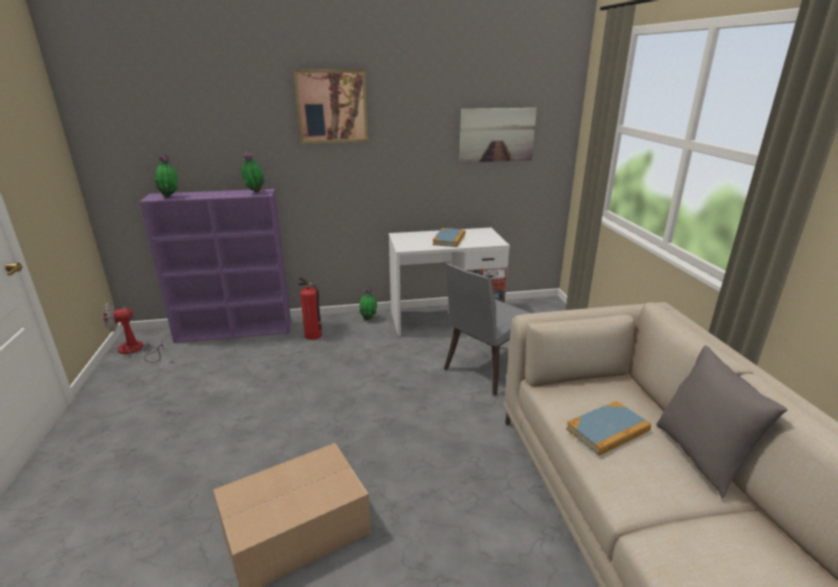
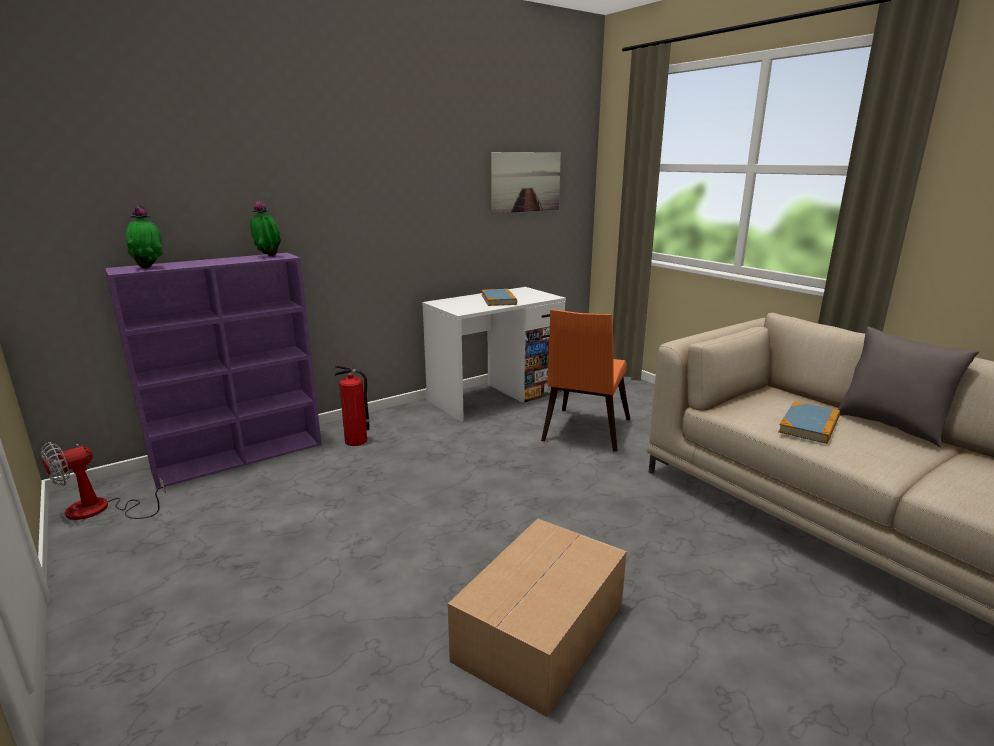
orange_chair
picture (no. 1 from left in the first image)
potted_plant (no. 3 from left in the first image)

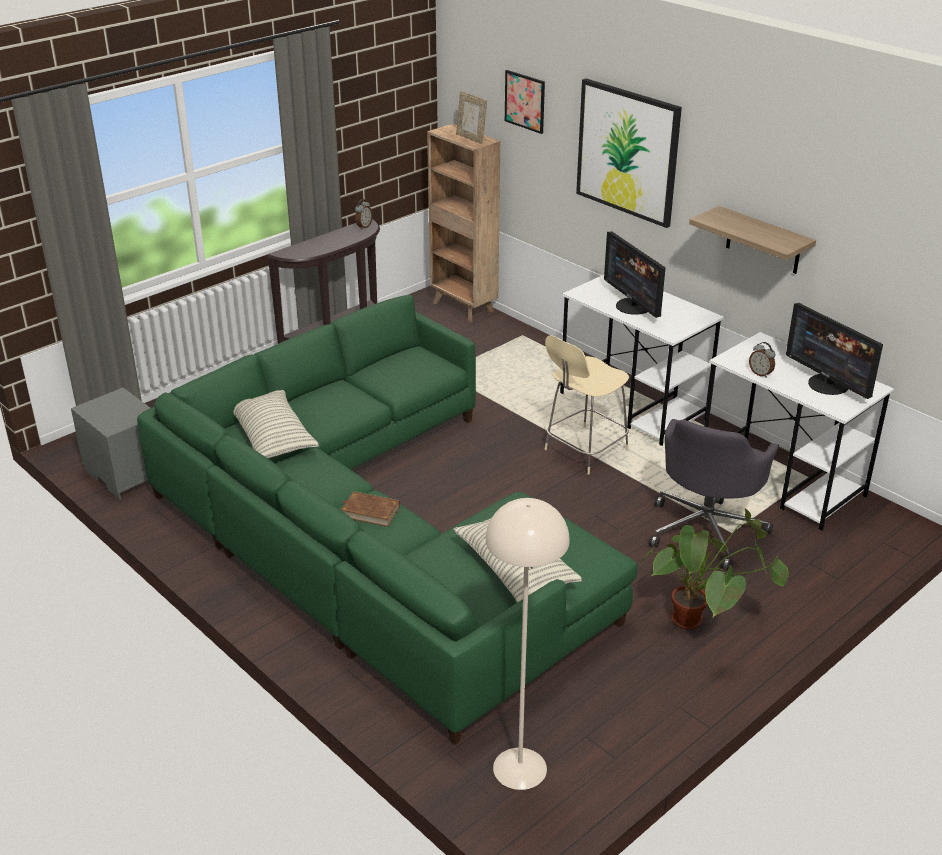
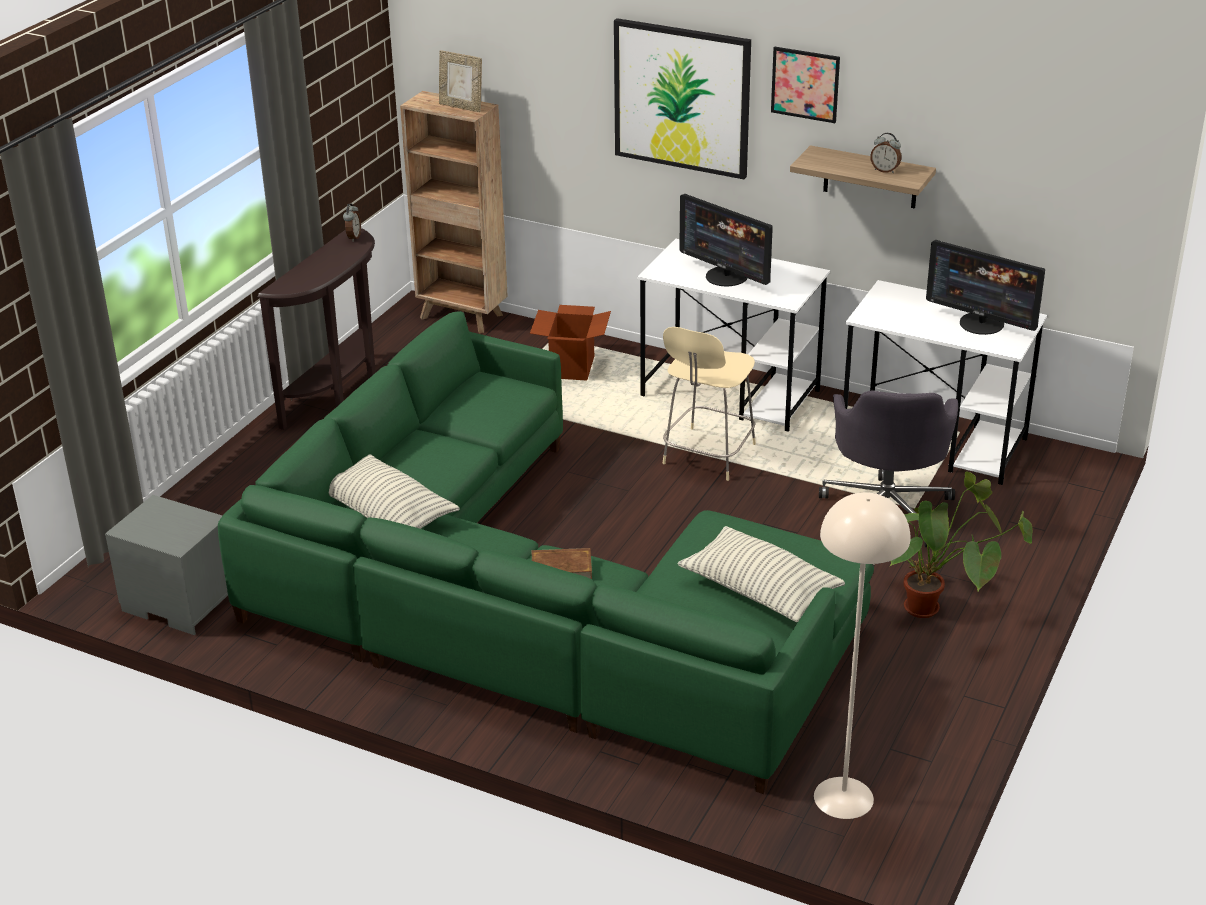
cardboard_box
picture (no. 2 from left)
alarm_clock (no. 2 from left)

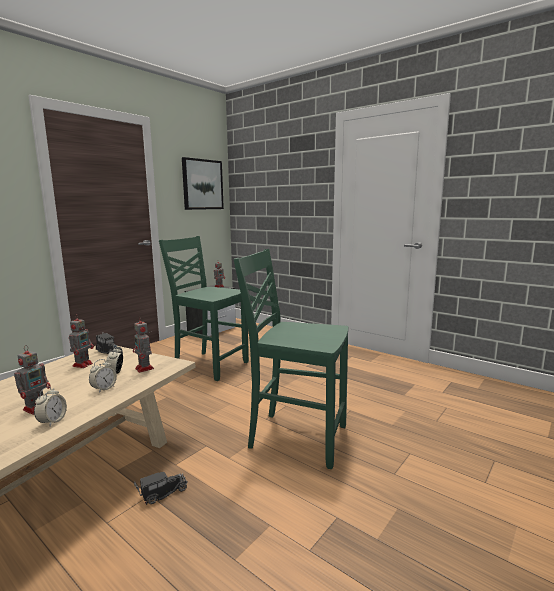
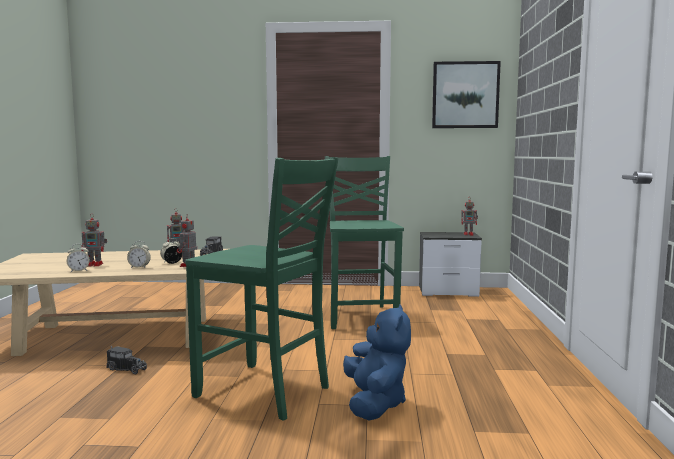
green_chair (no. 1 from left)
blue_plush_toy

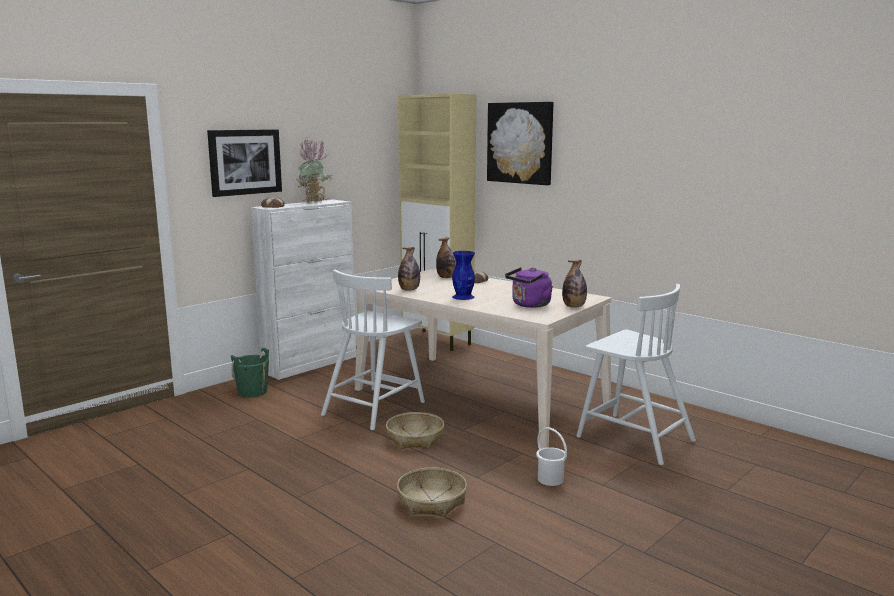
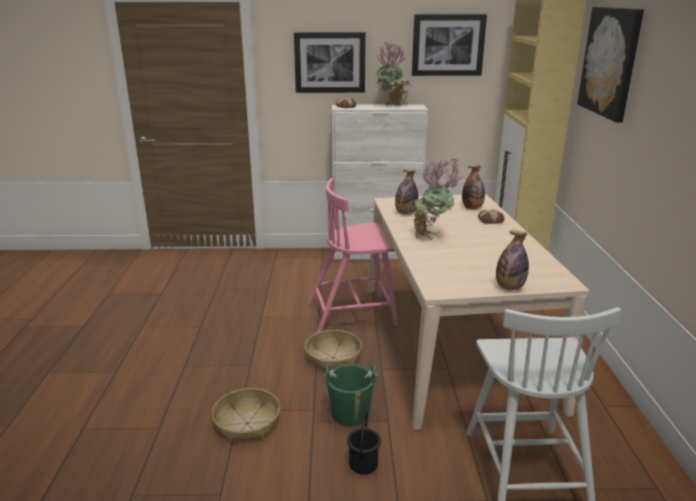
pink_chair
green_bucket
black_bucket
potted_plant (no. 2 from left)
picture (no. 2 from left)
purple_kettle

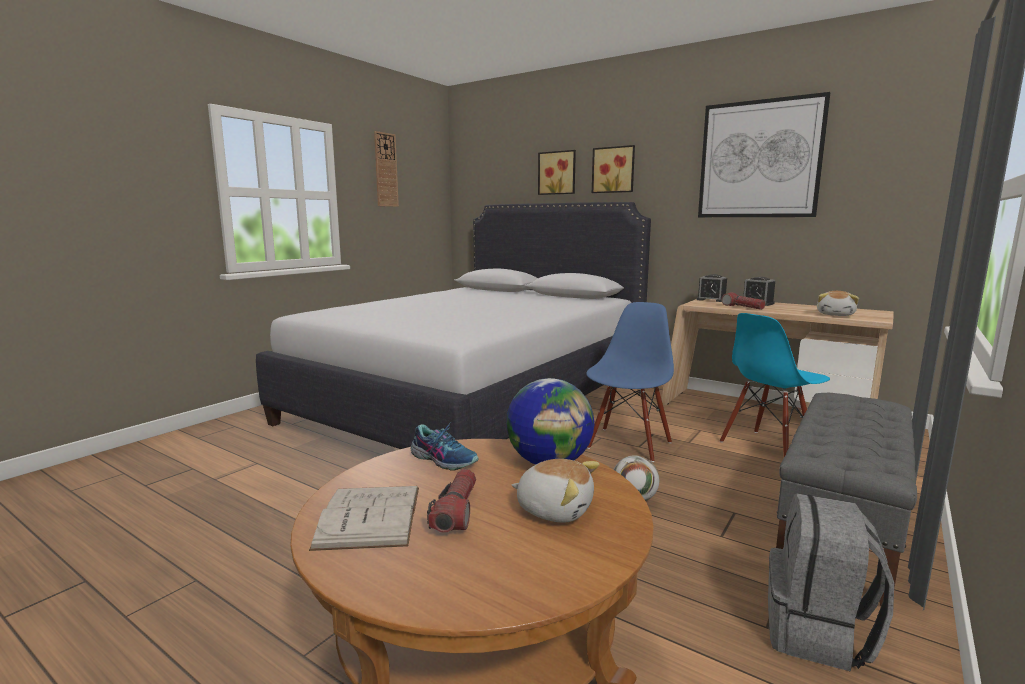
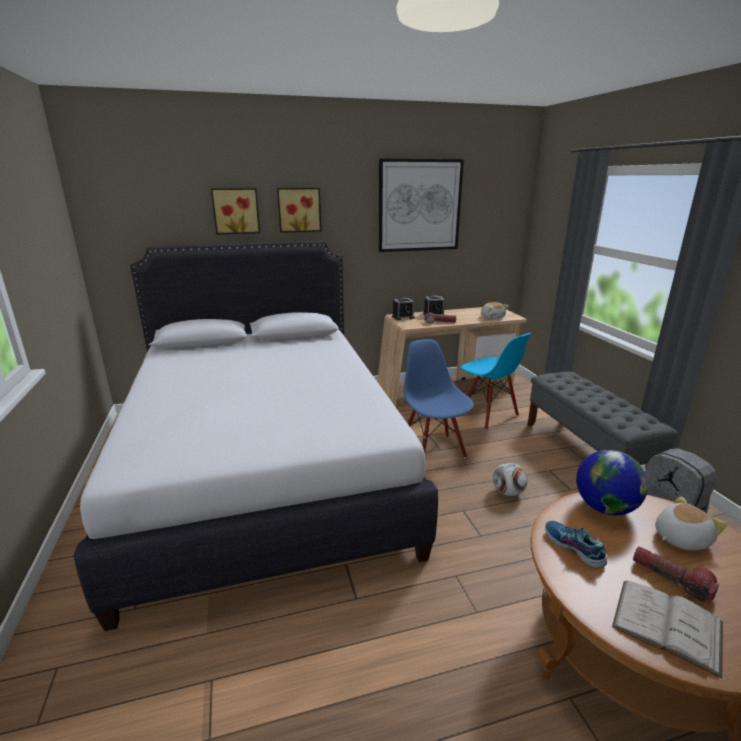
blue_chair (no. 2 from left)
shoe
wall_clock

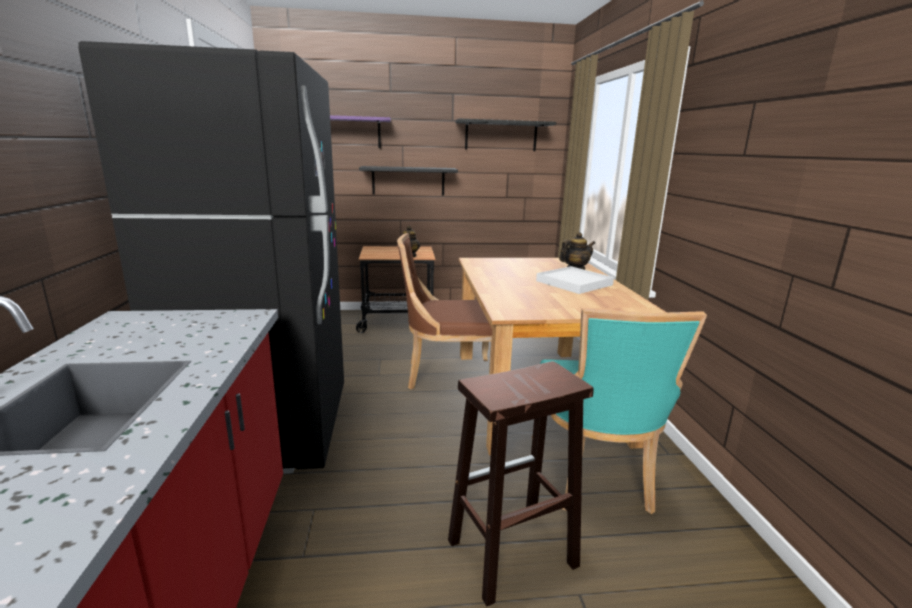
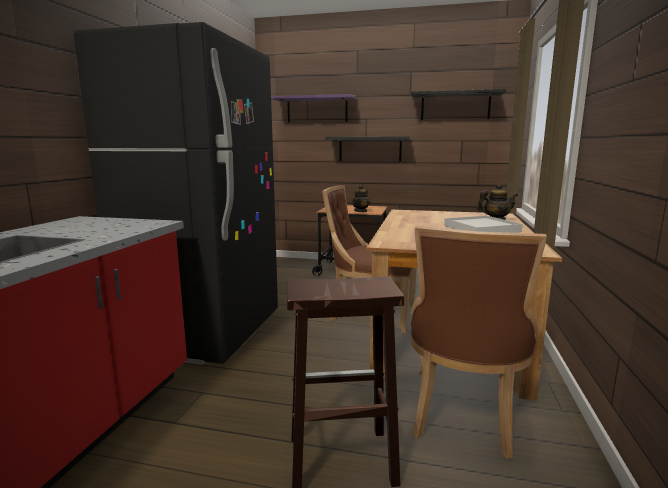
brown_chair (no. 2 from left)

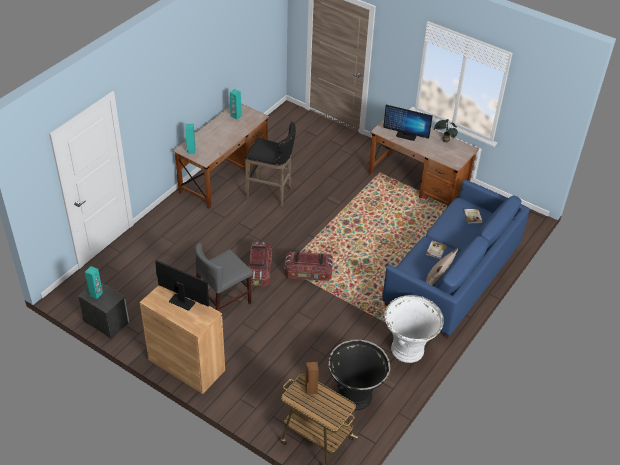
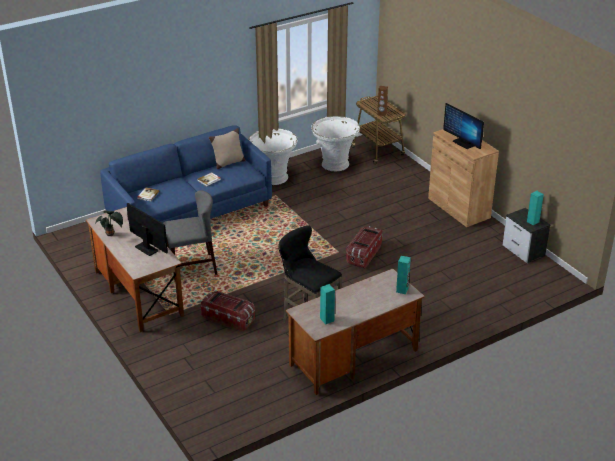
grey_chair
storage_box (no. 1 from left)
white_planter (no. 2 from left)

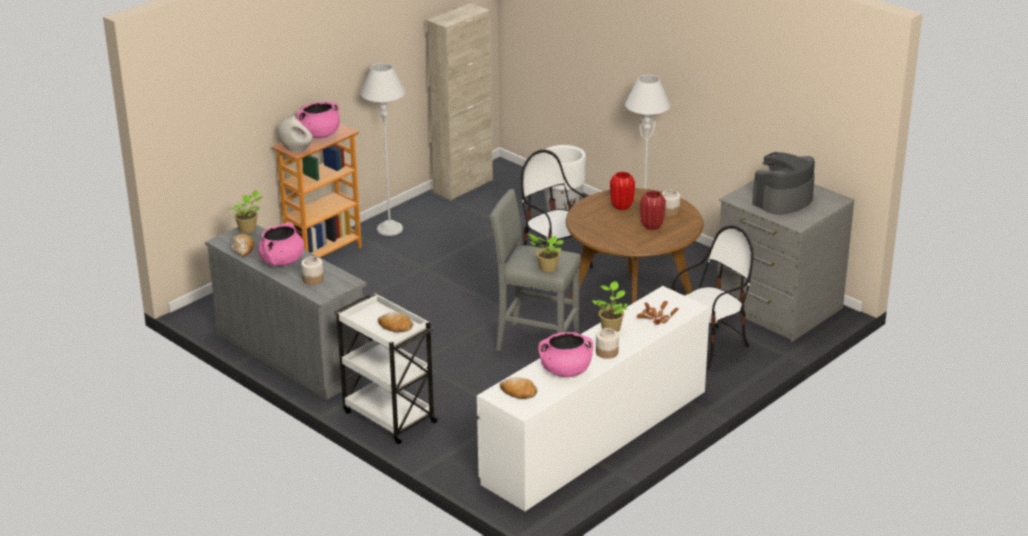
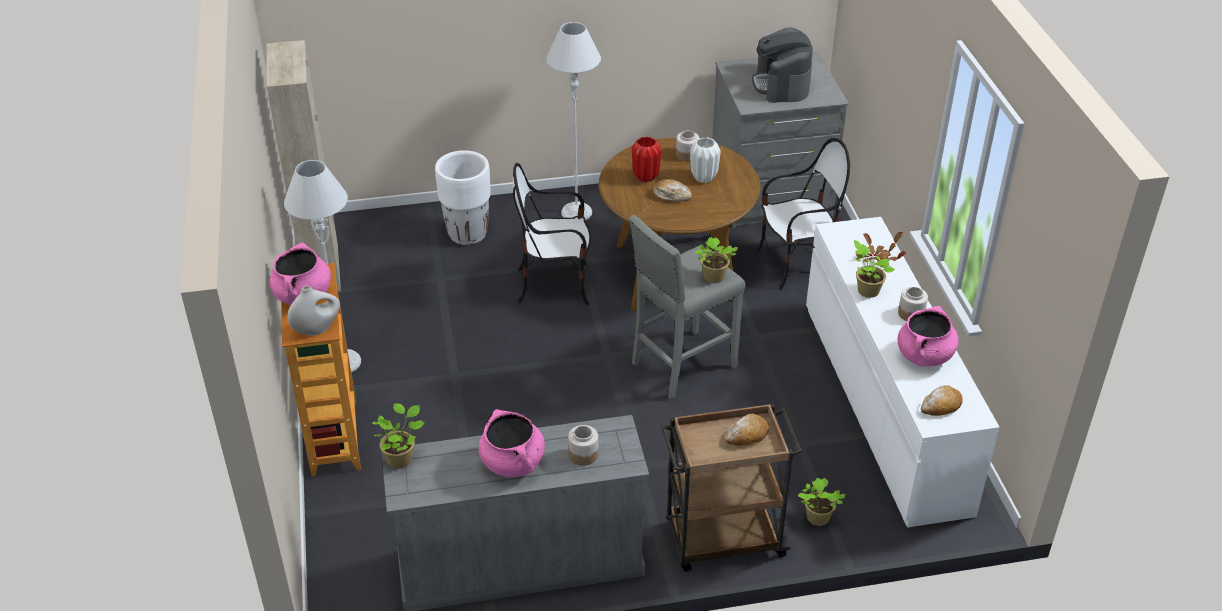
bread (no. 1 from left)
brown_cart
white_vase (no. 2 from left)
chair (no. 2 from left)
potted_plant (no. 3 from left)

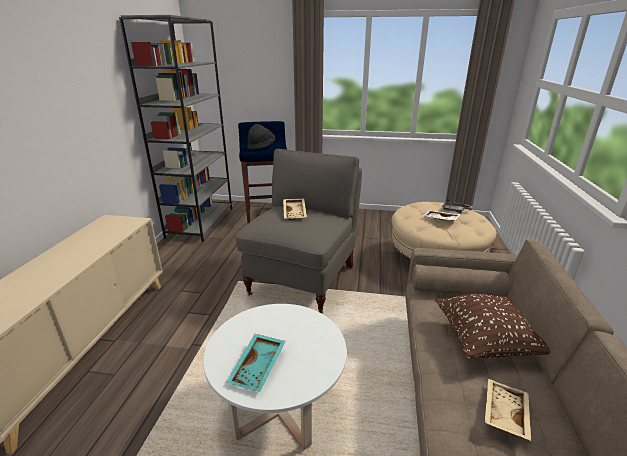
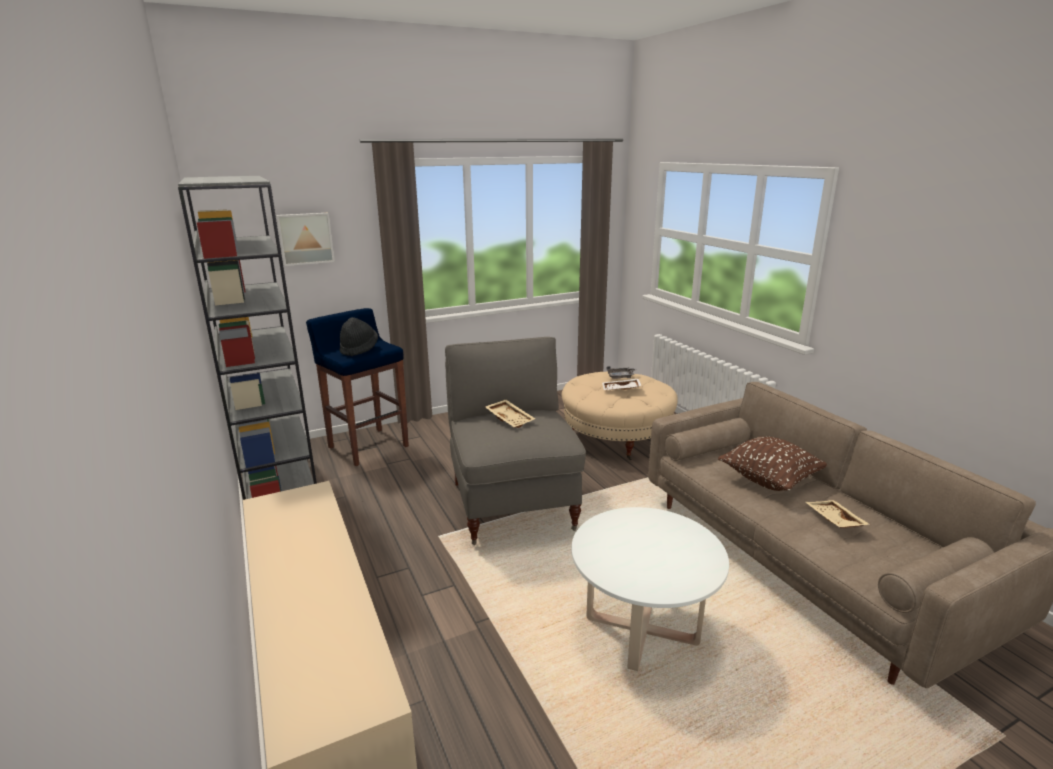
picture
turquoise_tray

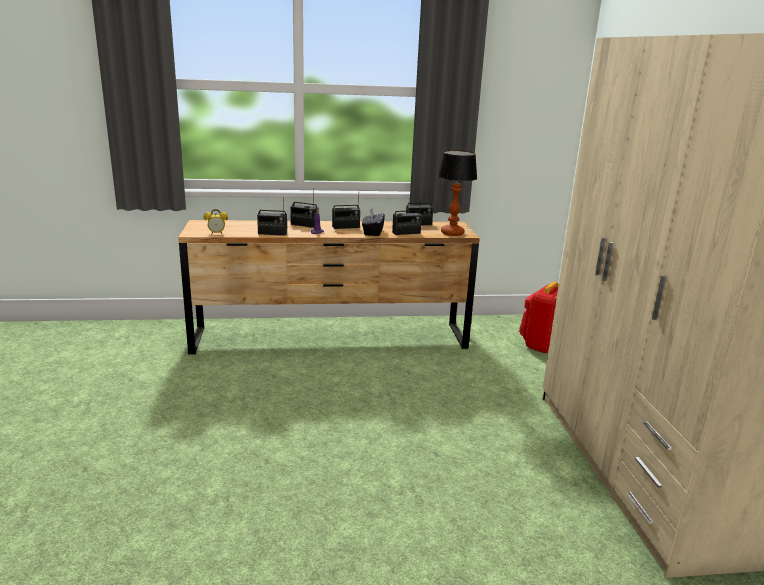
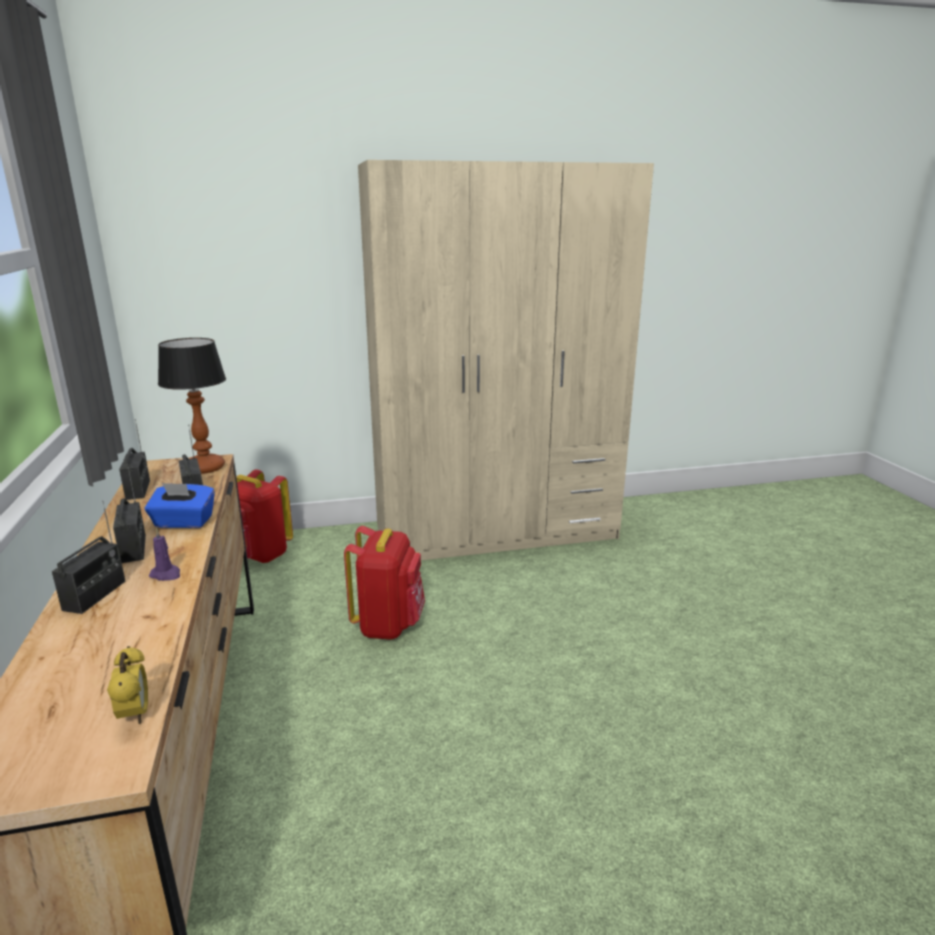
blue_tissue_box
red_backpack (no. 2 from left)
radio (no. 1 from left in the first image)

